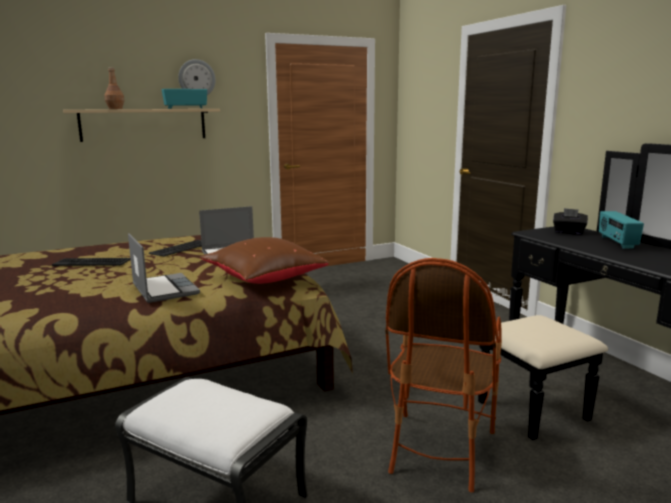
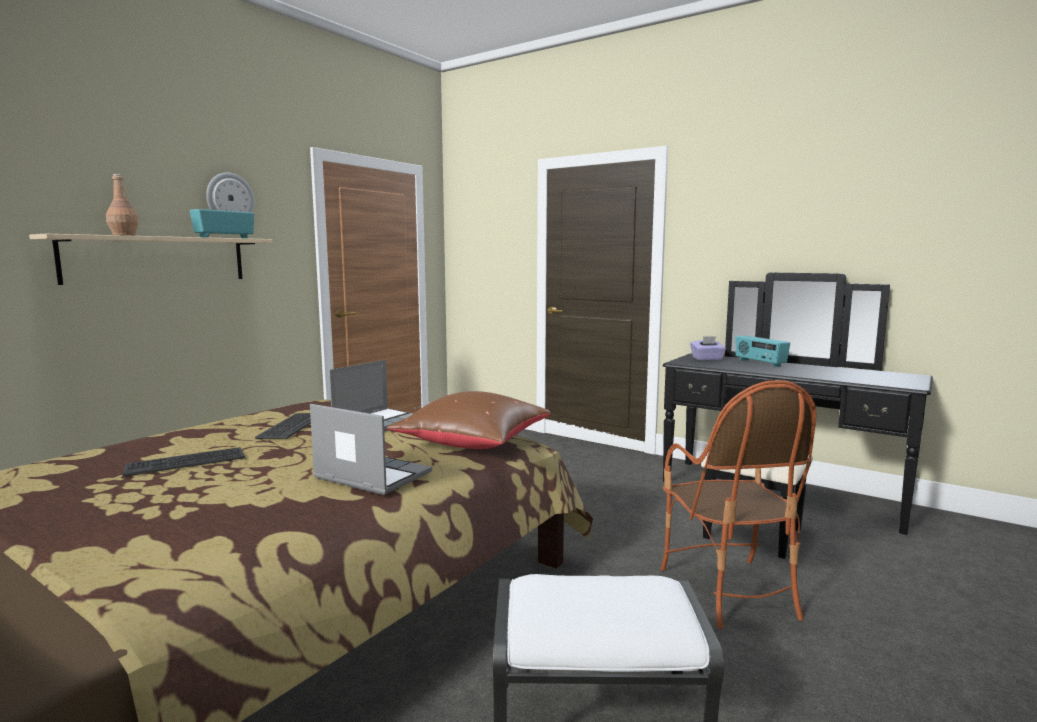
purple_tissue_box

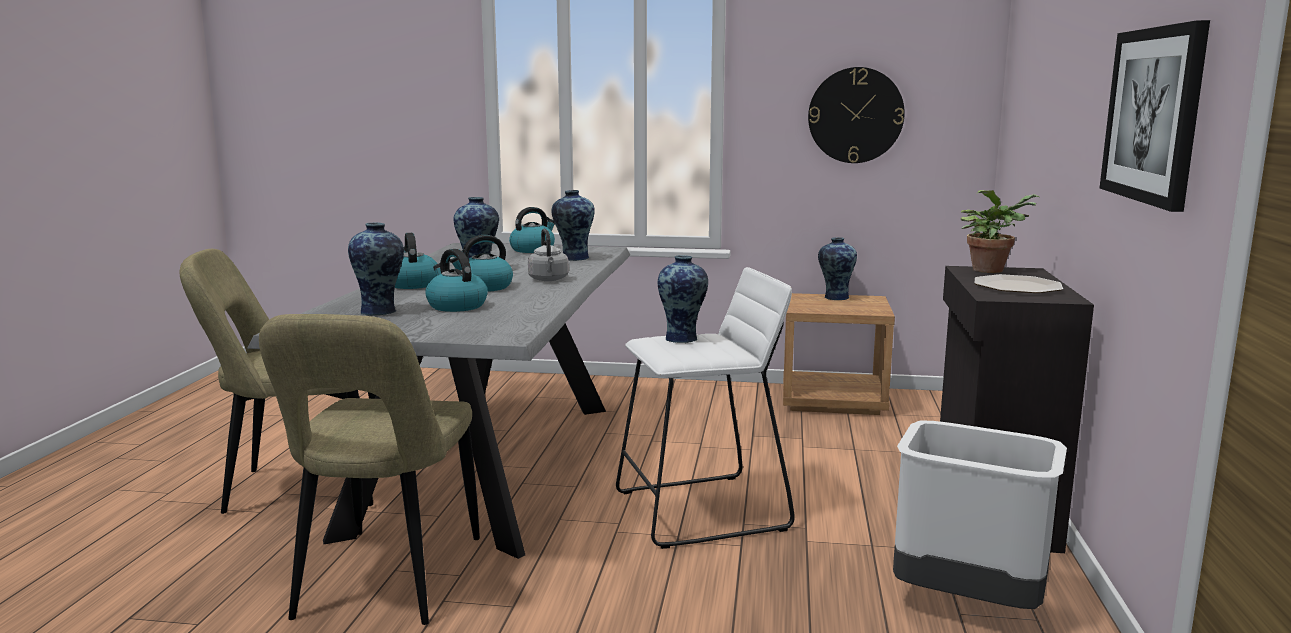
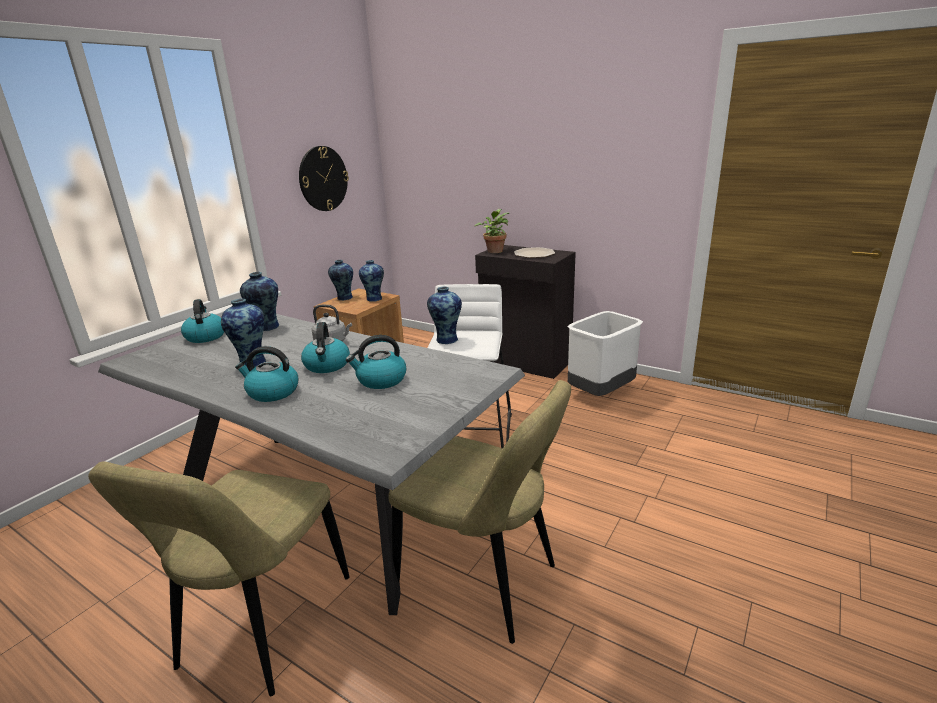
vase (no. 4 from left)
picture

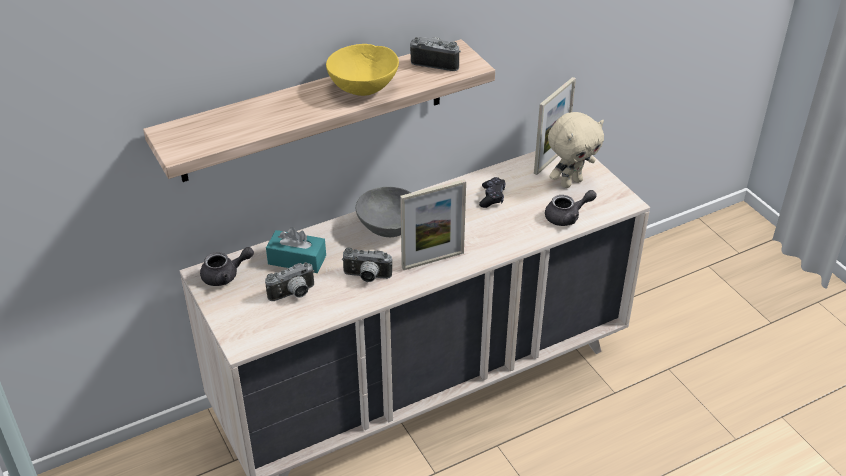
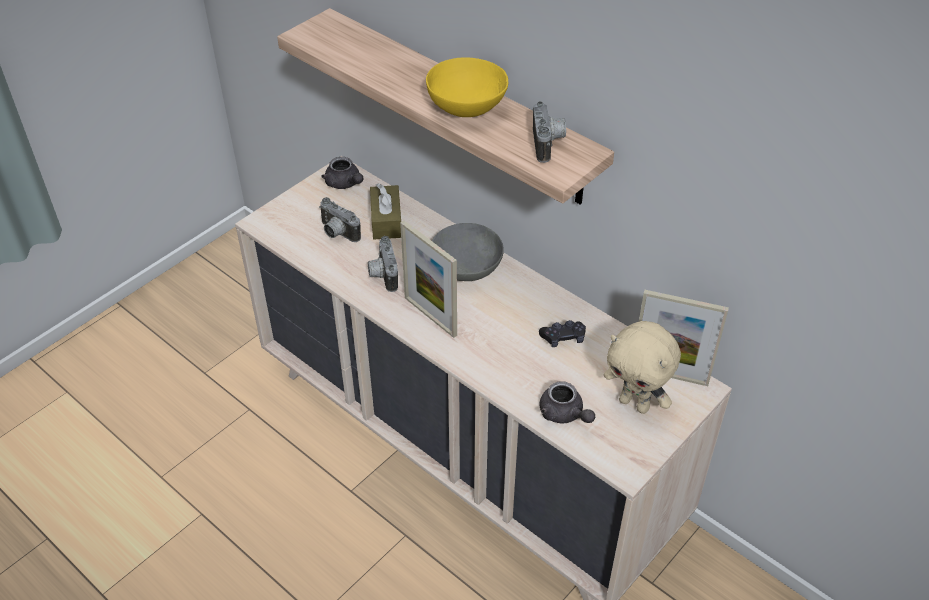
brown_tissue_box

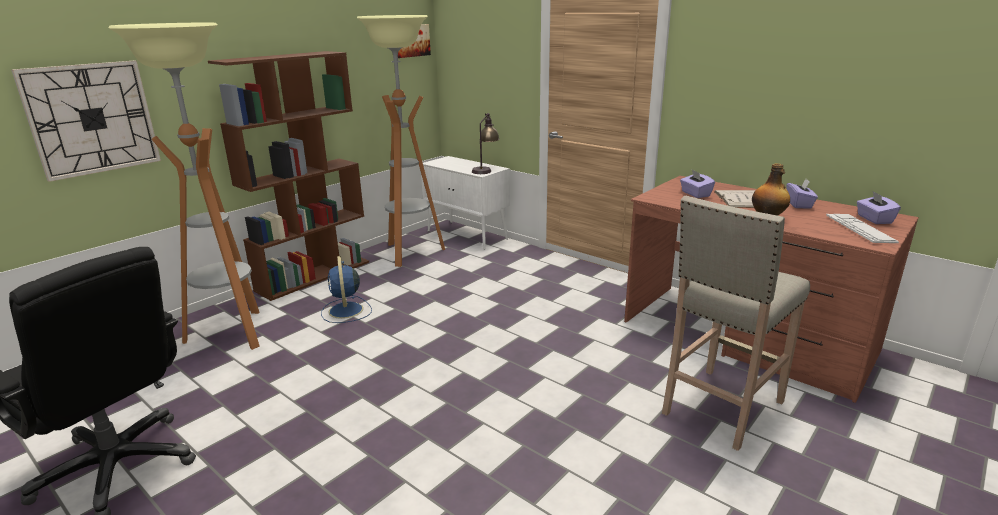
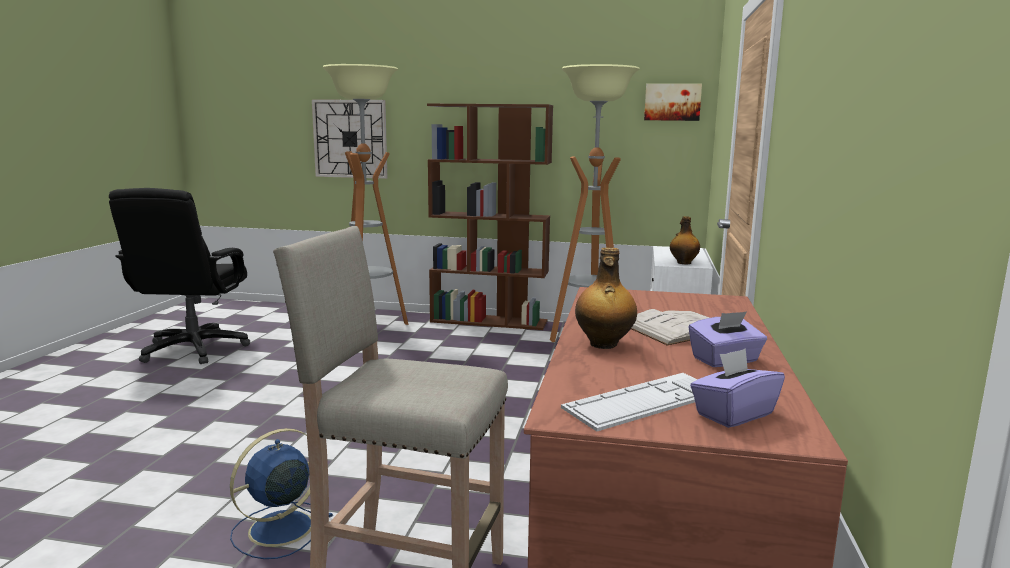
blue_fan
bottle (no. 2 from left)
purple_tissue_box (no. 1 from left in the first image)

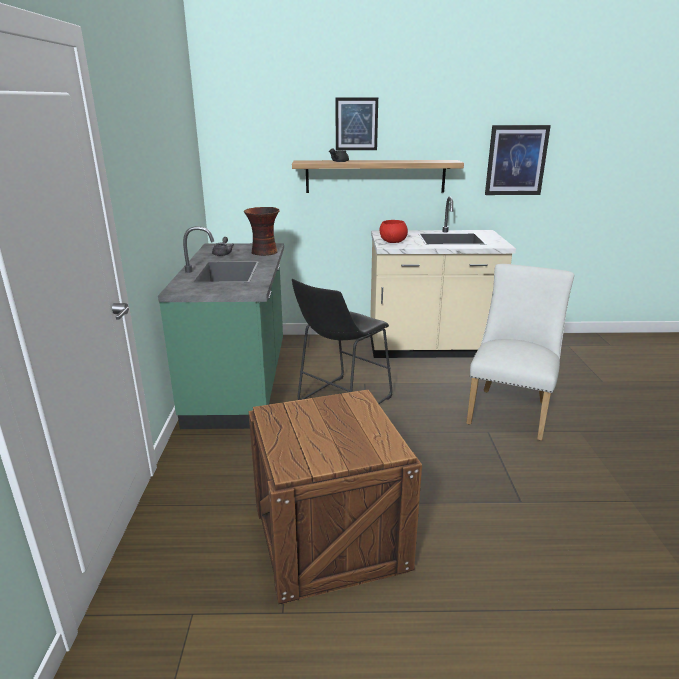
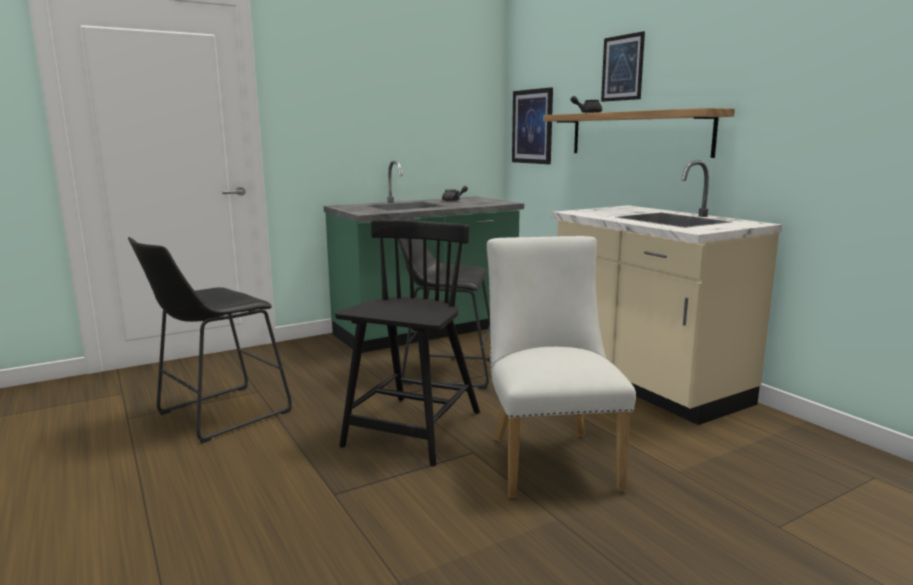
black_stool (no. 1 from left)
black_chair
white_chair
picture (no. 1 from left)
vase
red_bowl

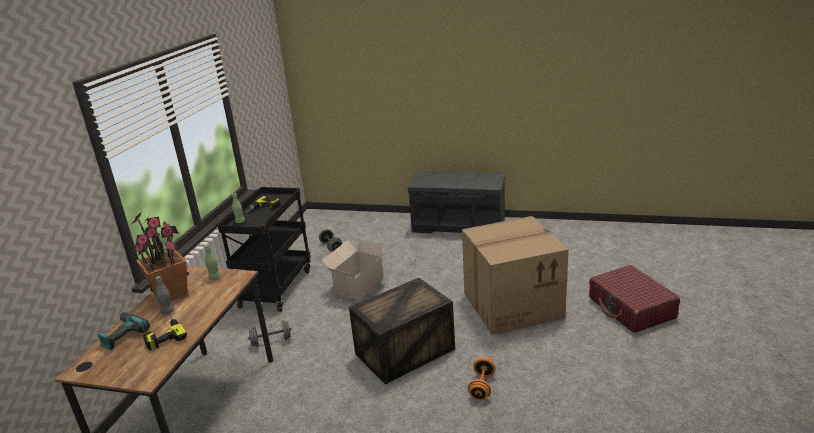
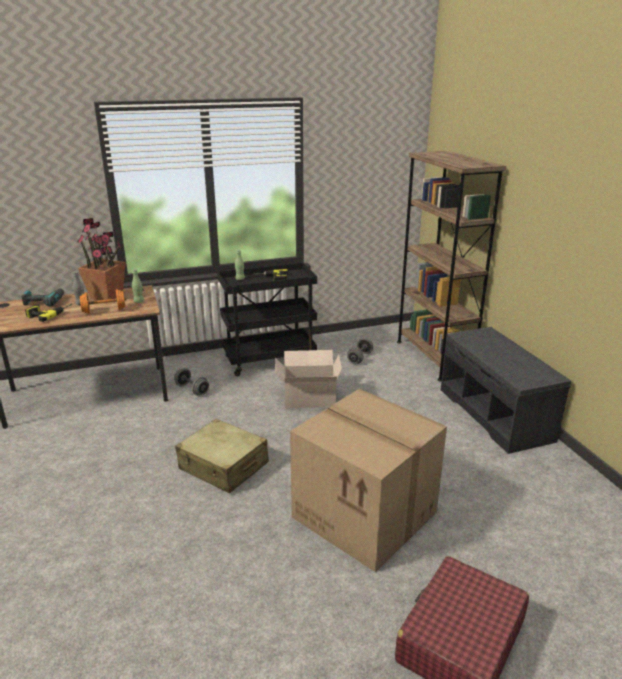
orange_dumbbell
beige_suitcase
brown_bookcase

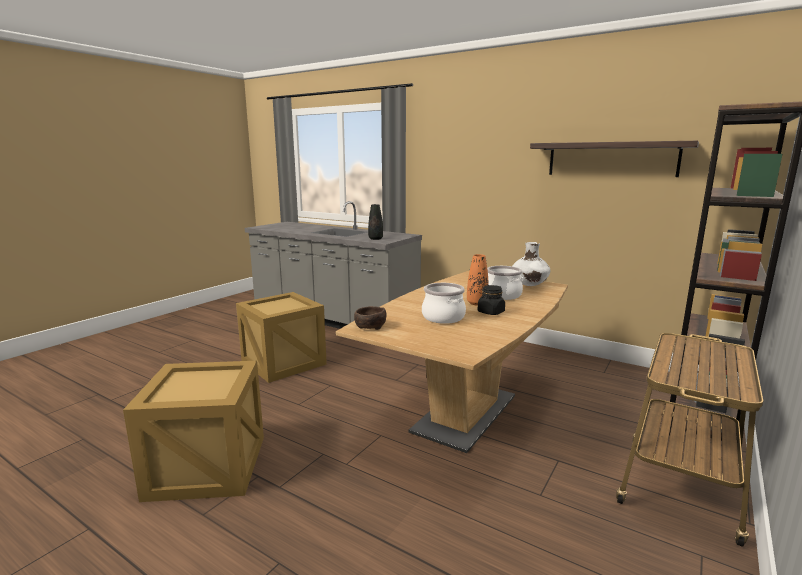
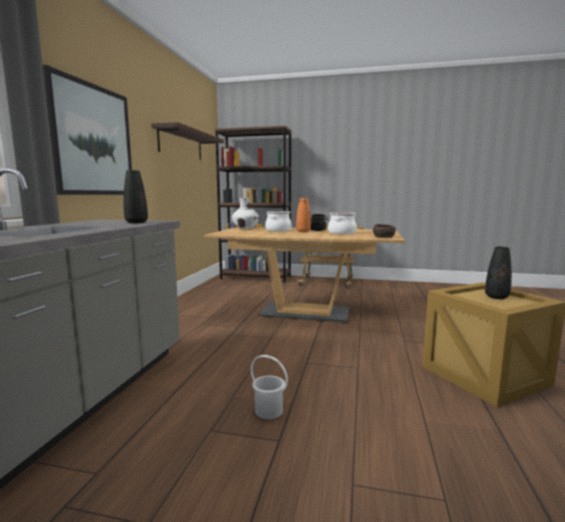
picture
white_bucket
black_vase (no. 2 from left)

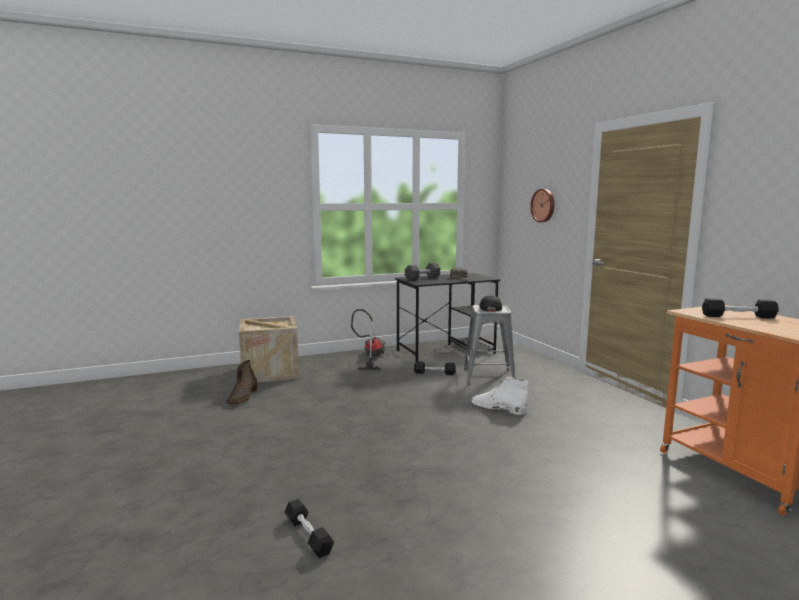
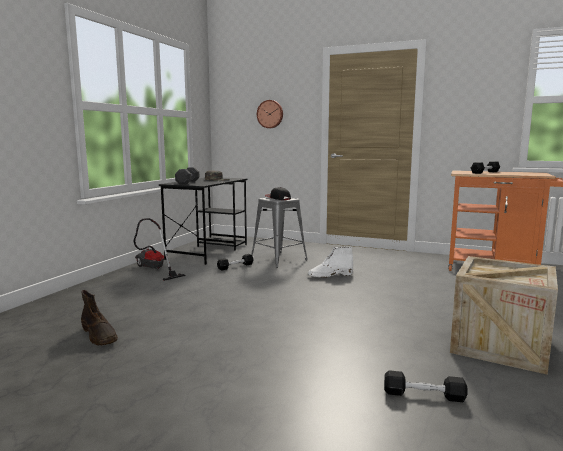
crate

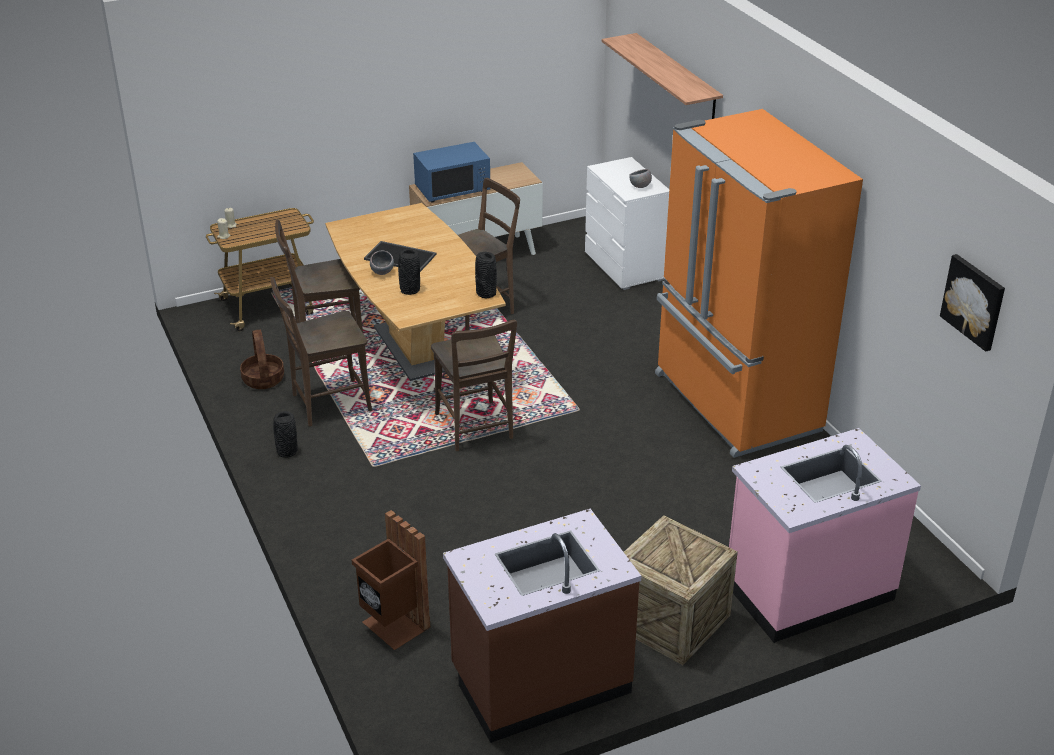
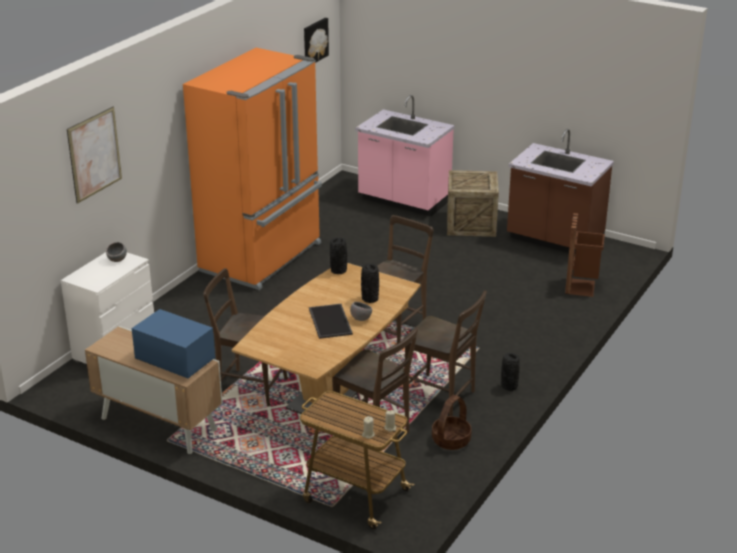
picture (no. 1 from left)

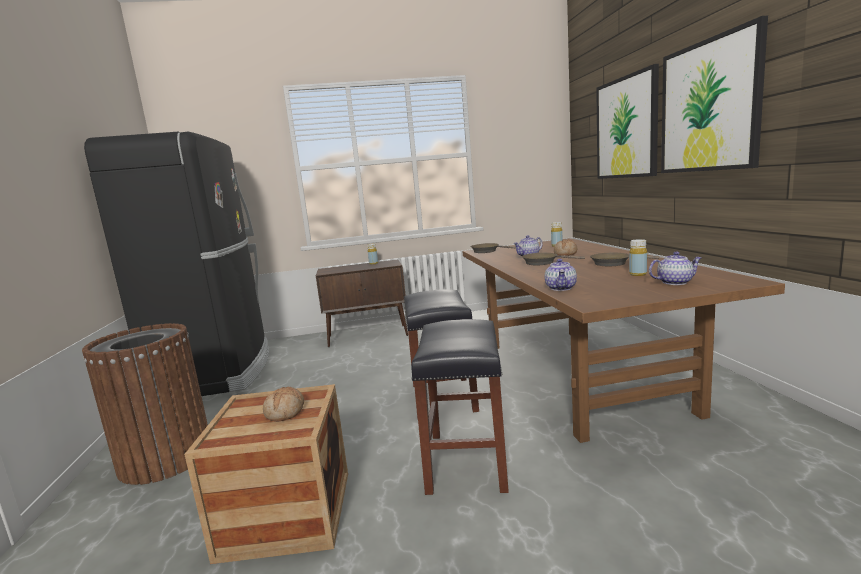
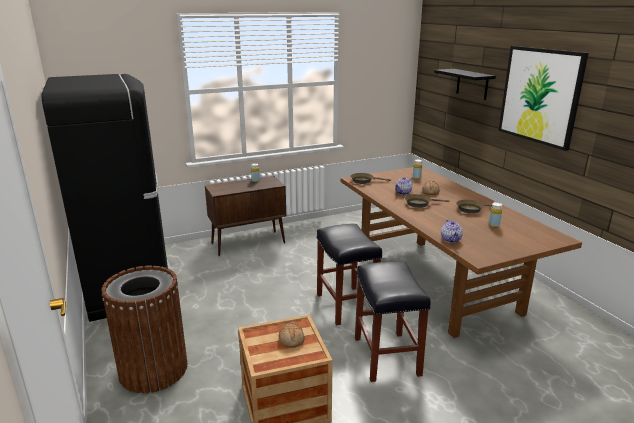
black_shelf
teapot (no. 3 from left in the first image)

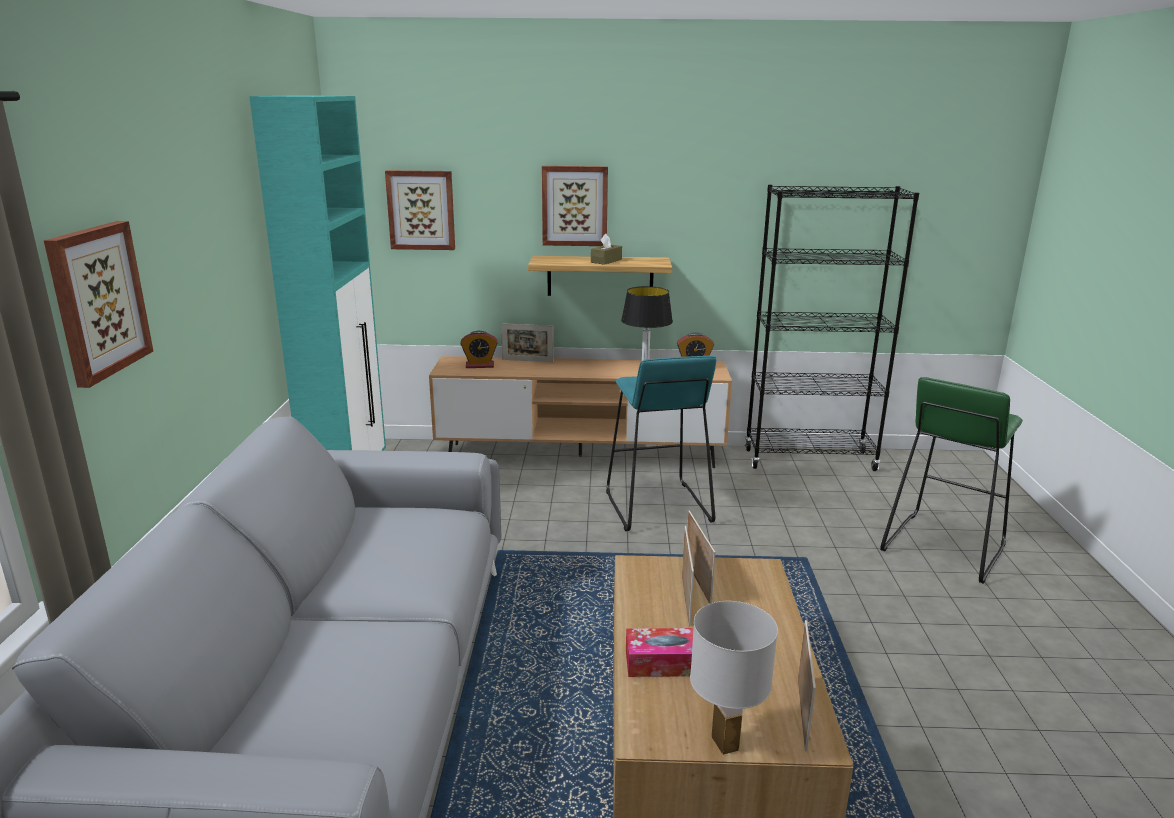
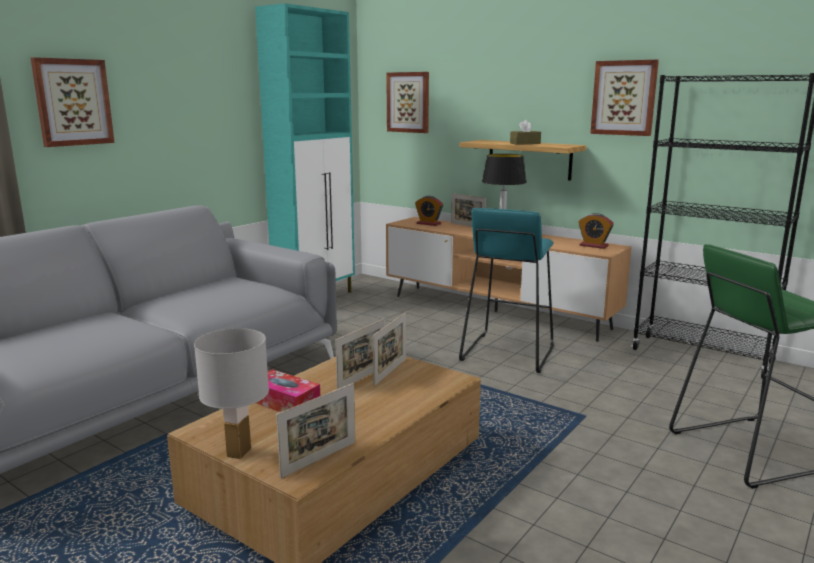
picture (no. 3 from left)

